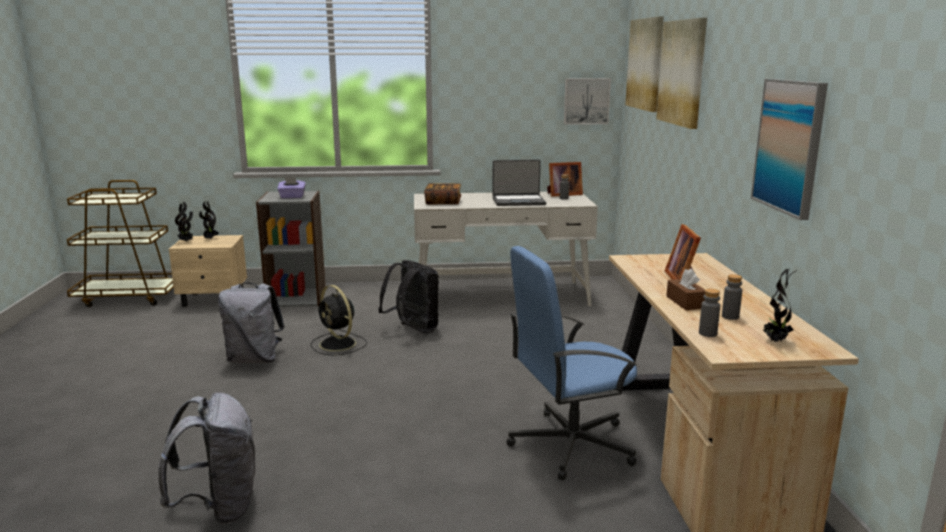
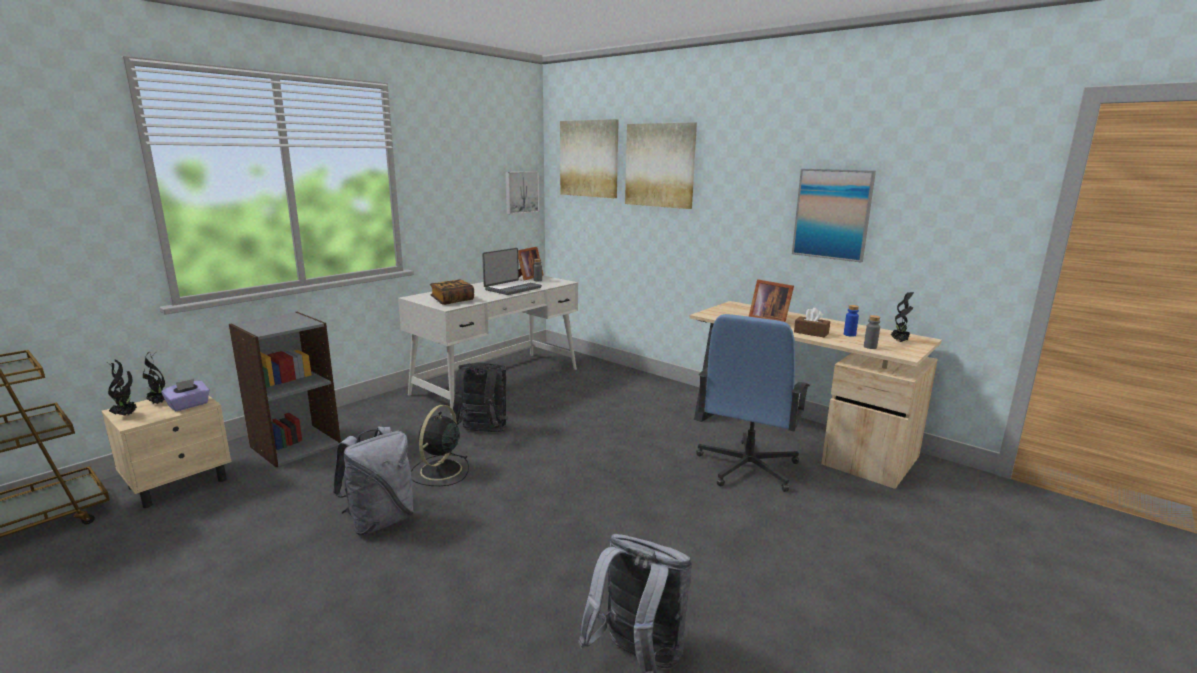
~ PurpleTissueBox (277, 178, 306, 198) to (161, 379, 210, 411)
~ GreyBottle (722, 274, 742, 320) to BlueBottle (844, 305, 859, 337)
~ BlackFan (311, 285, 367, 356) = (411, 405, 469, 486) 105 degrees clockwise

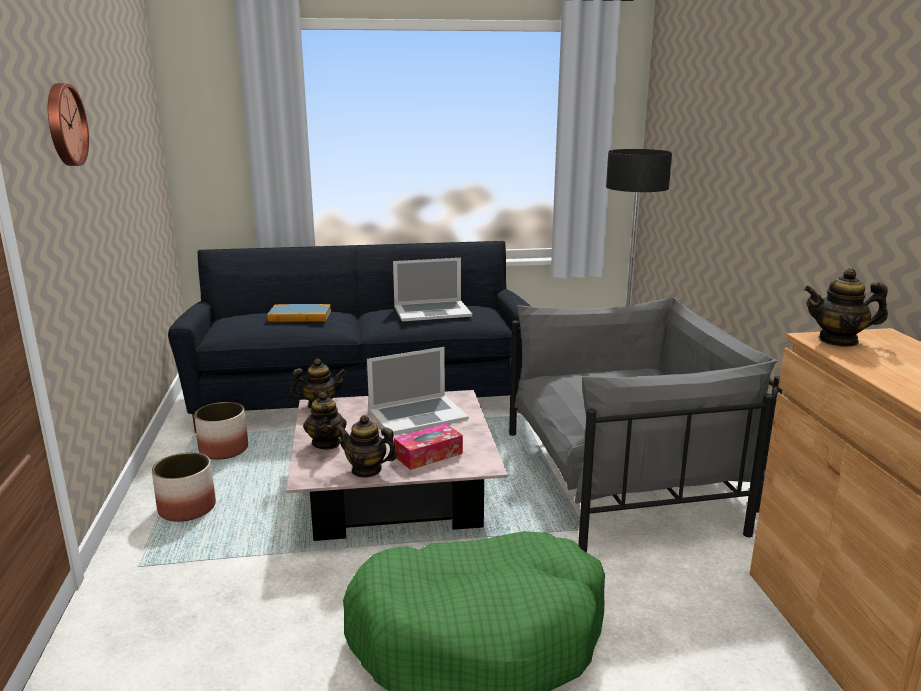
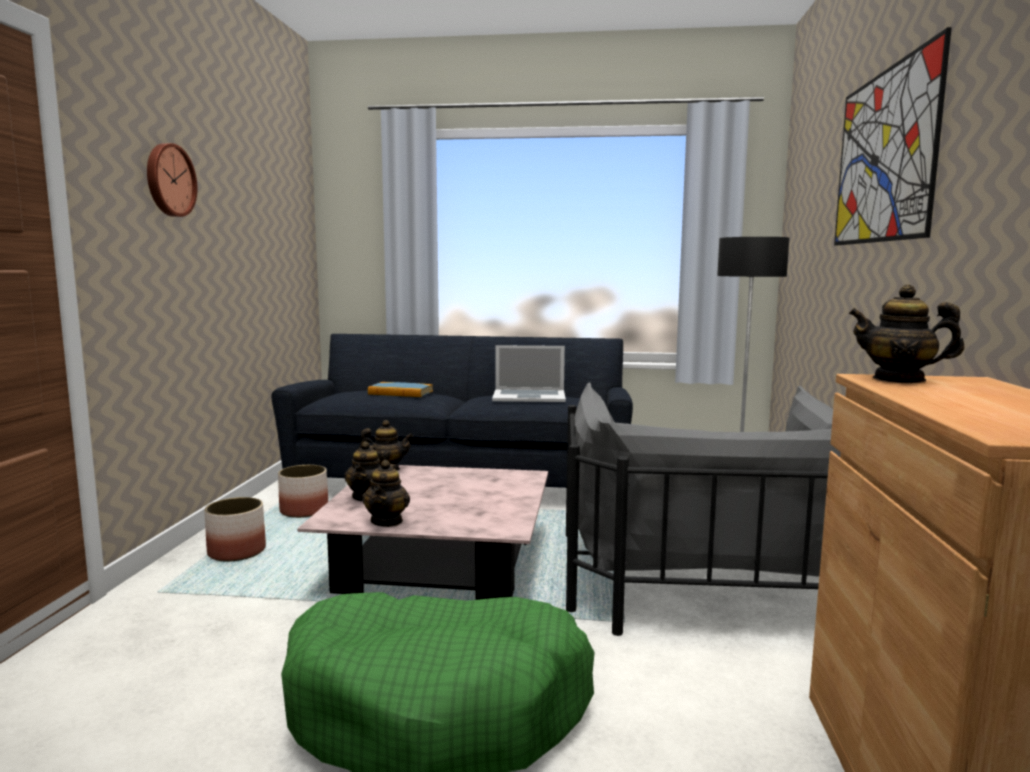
- Laptop (367, 347, 469, 435)
- TissueBox (394, 424, 463, 470)
+ Picture (834, 27, 952, 246)
~ Teapot (335, 415, 397, 478) = (362, 460, 410, 527) 120 degrees counterclockwise
~ GreyArmchair (509, 298, 782, 552) = (566, 382, 841, 636) 90 degrees clockwise

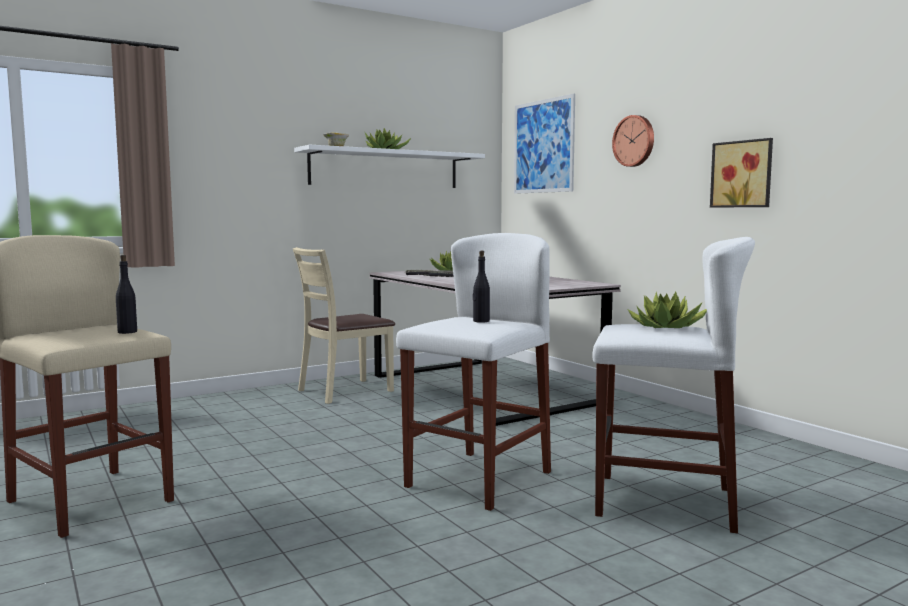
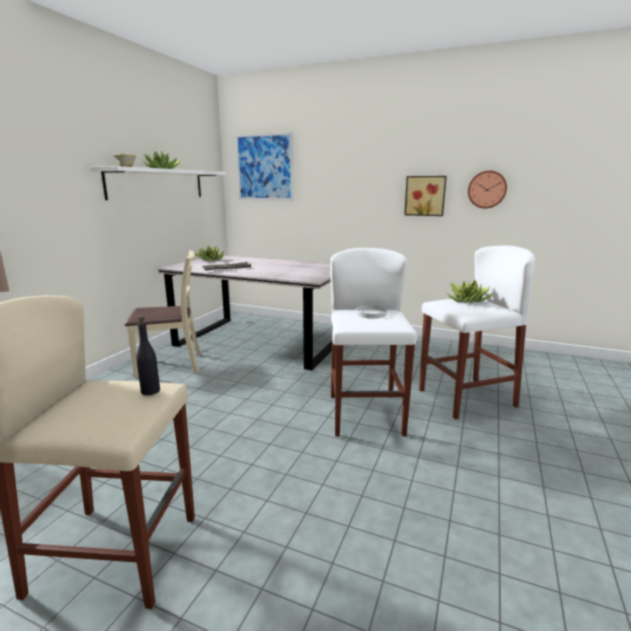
~ WallClock (612, 115, 654, 167) to (468, 171, 507, 208)
~ BlackBottle (473, 251, 490, 323) to WhitePlate (356, 305, 387, 319)
~ BeigeChair (293, 247, 395, 404) = (125, 250, 201, 378) 120 degrees counterclockwise

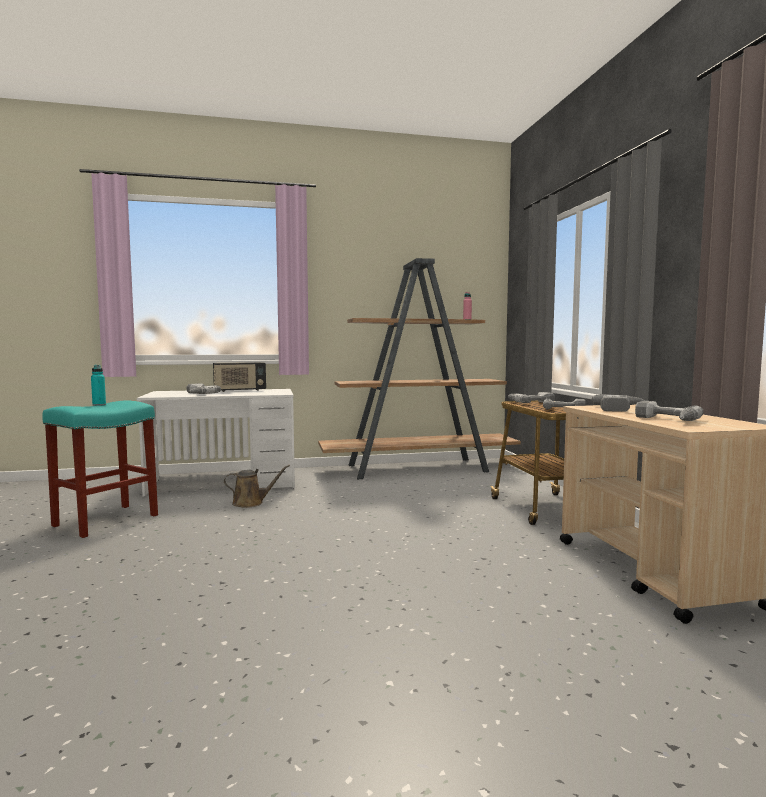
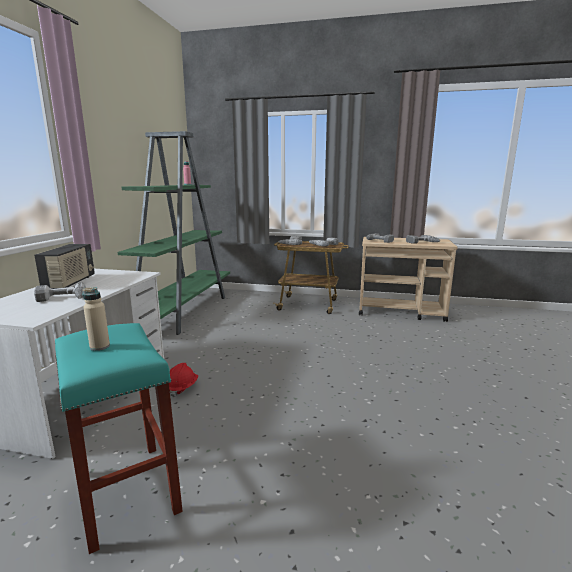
~ BrownWateringCan (224, 465, 290, 508) to RedHardHat (169, 363, 198, 397)
~ TurquoiseBottle (91, 365, 106, 406) to BeigeBottle (83, 287, 110, 351)
~ BrownBookcase (318, 258, 521, 480) to GreenBookcase (117, 131, 230, 335)

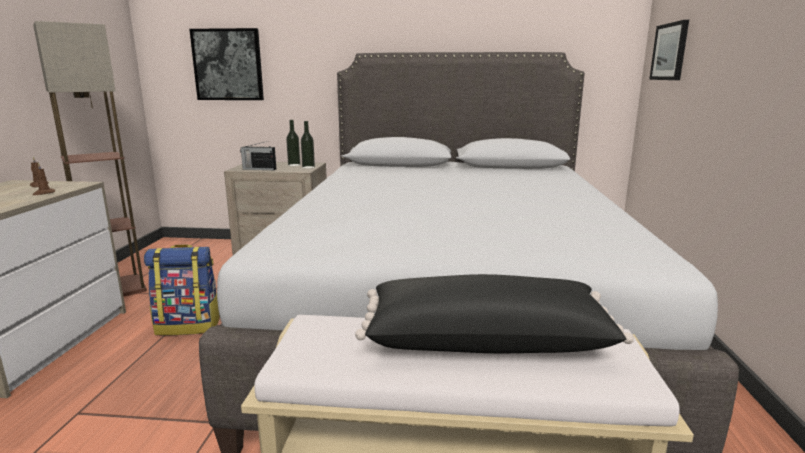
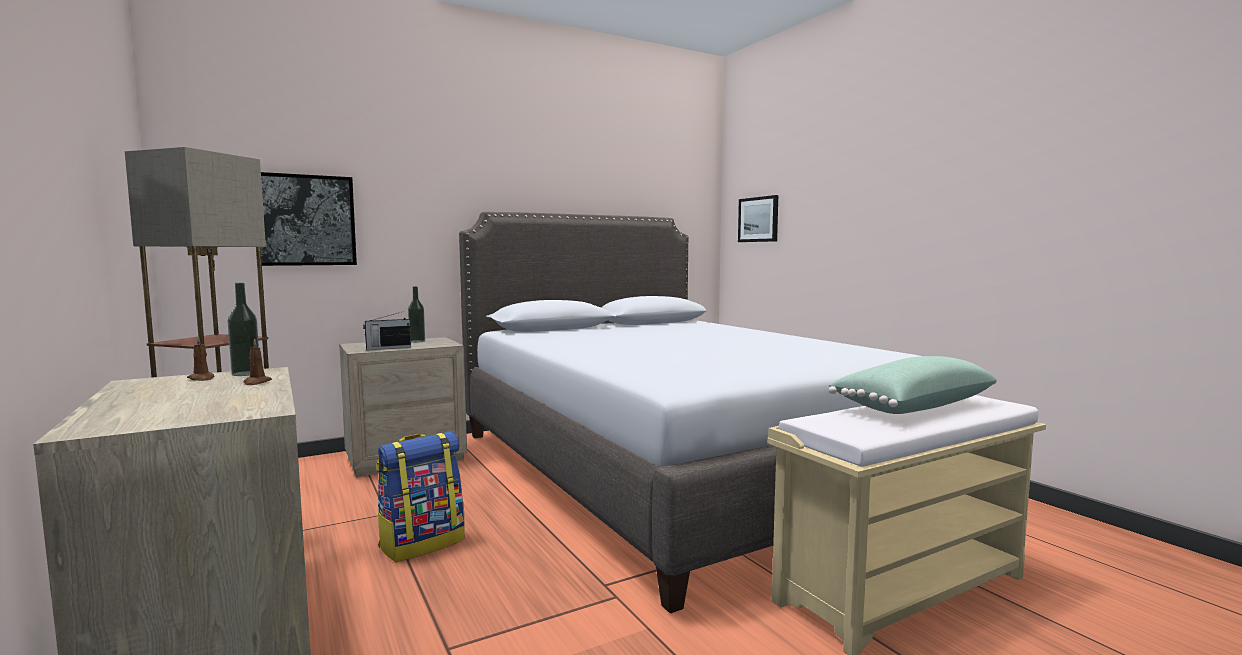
~ Bottle (301, 121, 315, 169) to (228, 283, 259, 376)
~ BlackPillow (355, 274, 634, 353) to GreenPillow (828, 356, 997, 414)

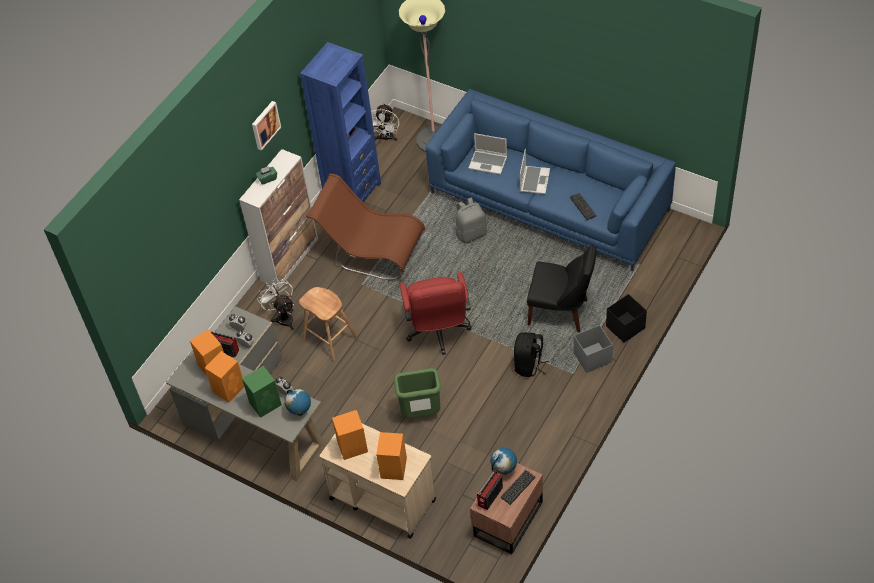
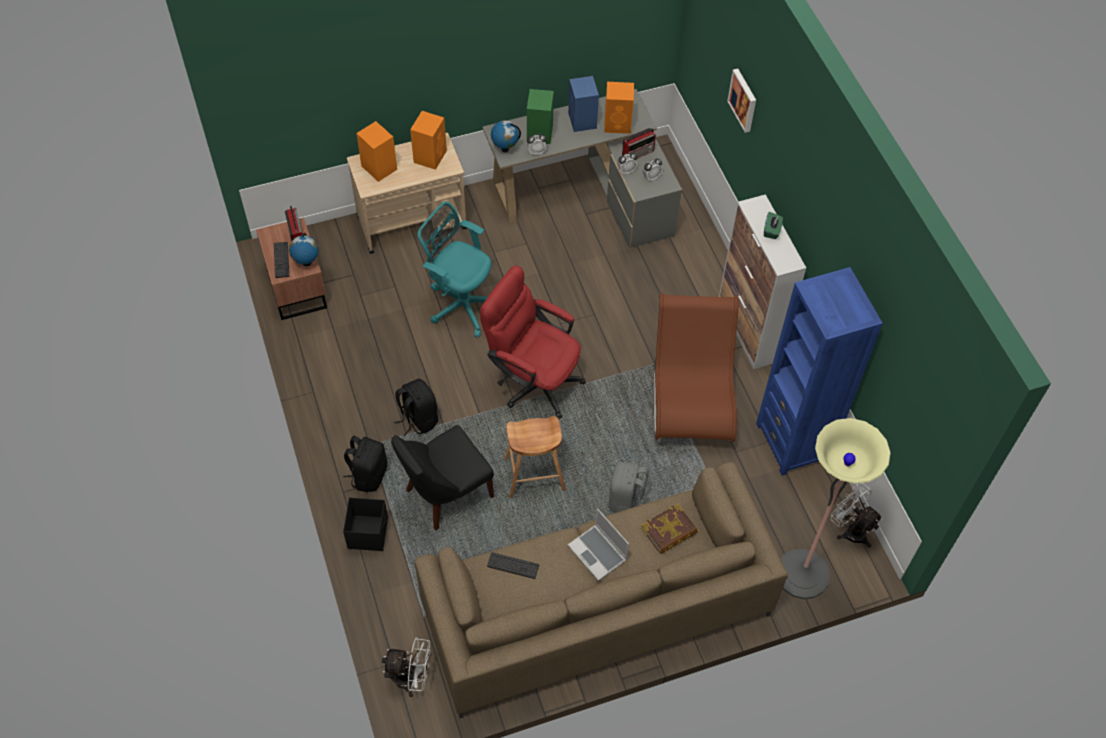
~ Picture (252, 101, 281, 151) to (727, 69, 756, 133)
~ WhiteFan (257, 278, 294, 330) to (382, 637, 431, 697)
~ BrownStool (299, 287, 358, 361) to (504, 416, 566, 498)
~ GreenTrashCan (394, 368, 441, 418) to TurquoiseOfficeChair (418, 201, 492, 337)
~ Laptop (469, 133, 507, 175) to Book (641, 504, 698, 554)
~ GreyStorageBox (574, 325, 613, 373) to BlackBackpack (343, 435, 387, 492)
~ OrangeSpeaker (205, 351, 244, 403) to BlueSpeaker (568, 76, 599, 132)
~ BlueSofa (426, 89, 676, 271) to BrownSofa (415, 462, 788, 718)
~ BrownChair (306, 173, 425, 280) = (653, 293, 739, 443) 60 degrees counterclockwise

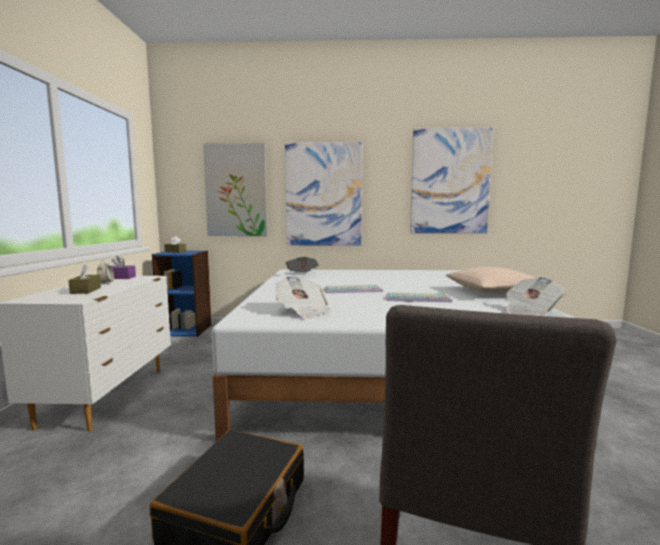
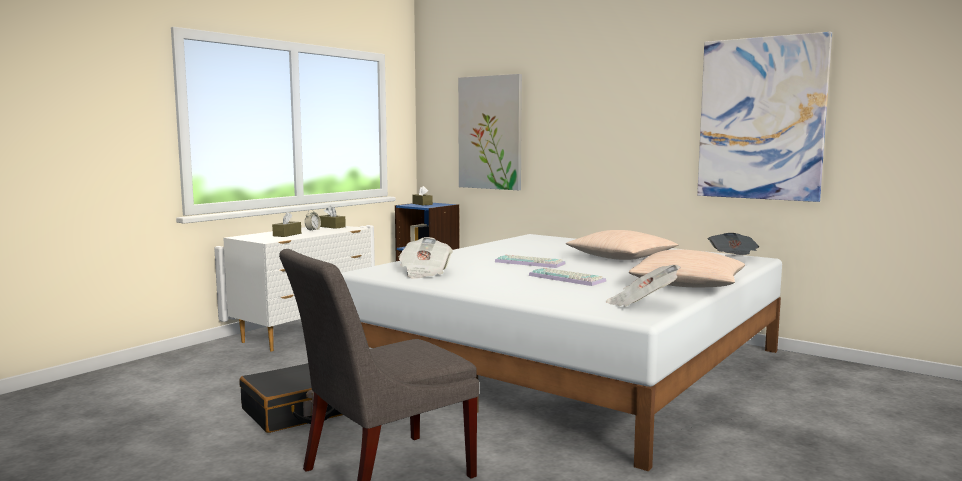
- Picture (285, 142, 363, 246)
+ BeigePillow (566, 230, 678, 260)
~ Newspaper (285, 257, 319, 272) to (708, 233, 759, 255)
~ PurpleTissueBox (109, 256, 136, 279) to BrownTissueBox (319, 206, 346, 229)

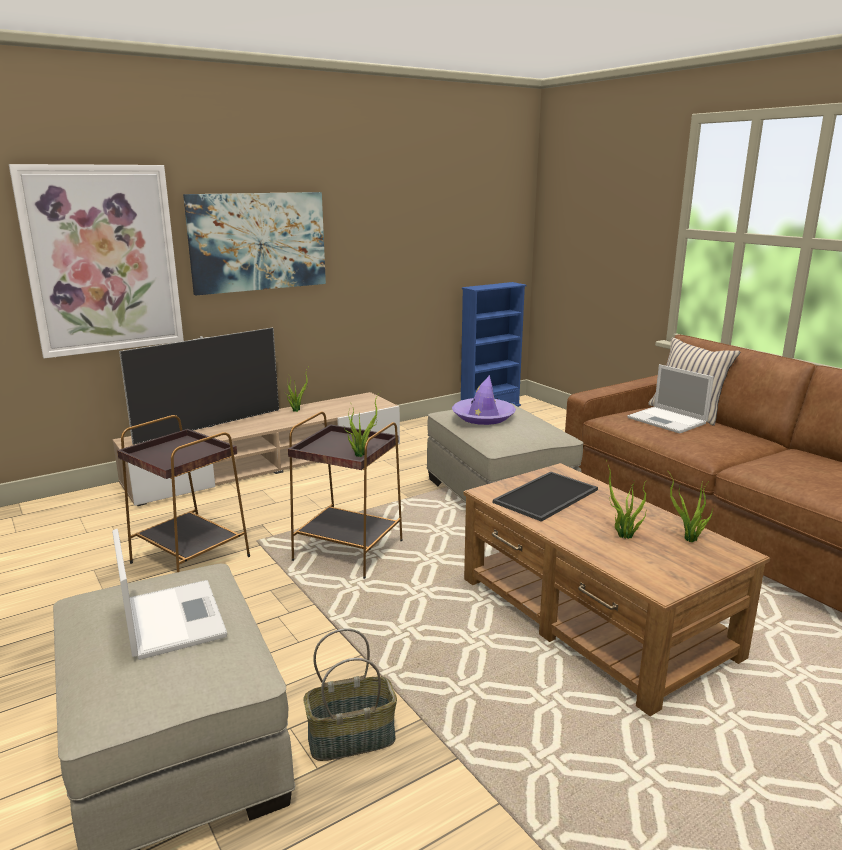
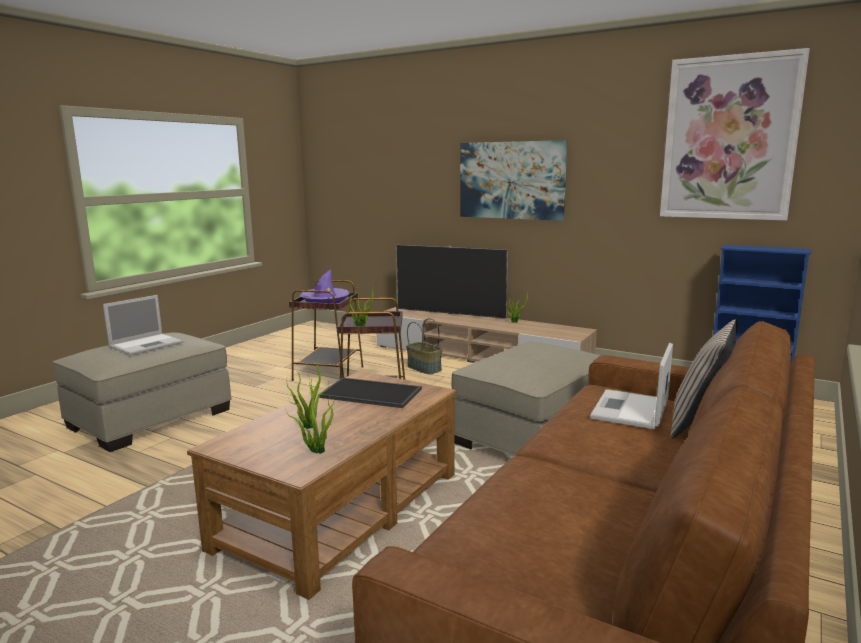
~ Picture (9, 164, 184, 358) to (660, 48, 810, 221)
~ Basket (303, 628, 397, 761) to (406, 318, 442, 374)
~ PurpleHat (452, 375, 516, 425) to (300, 269, 350, 303)

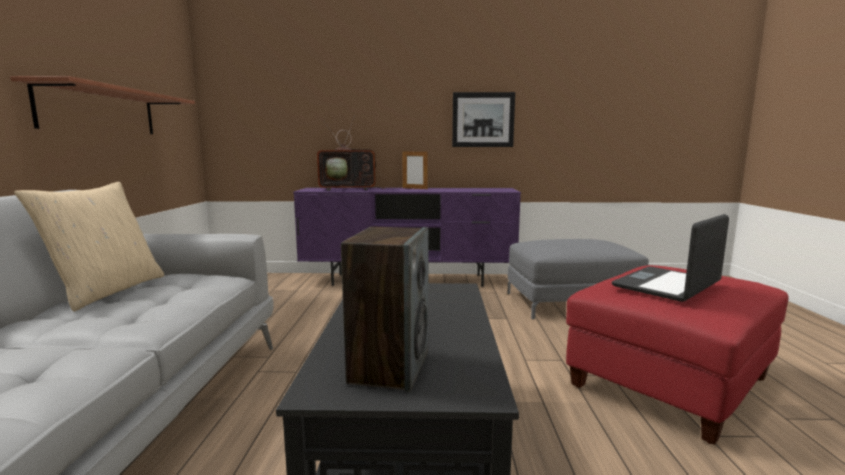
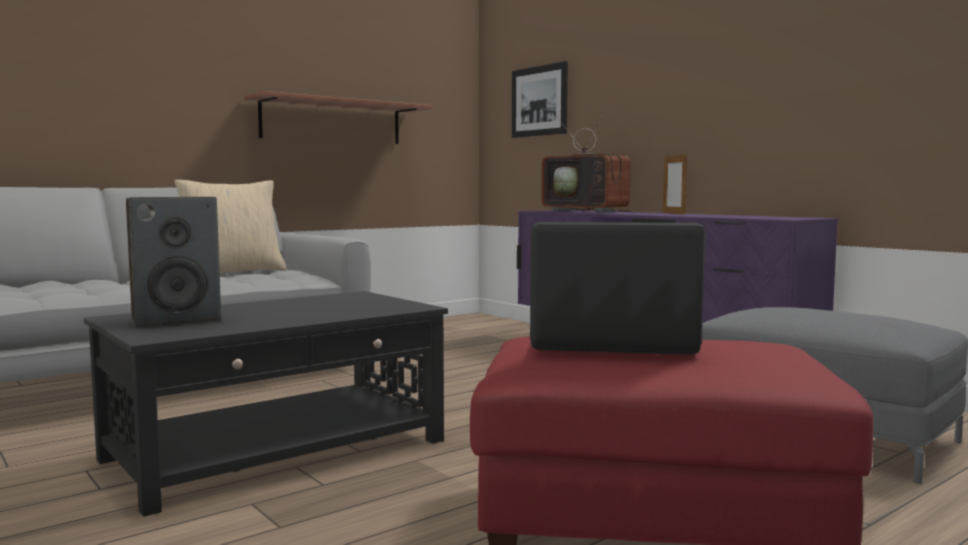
~ Picture (452, 92, 515, 147) to (512, 61, 568, 138)

